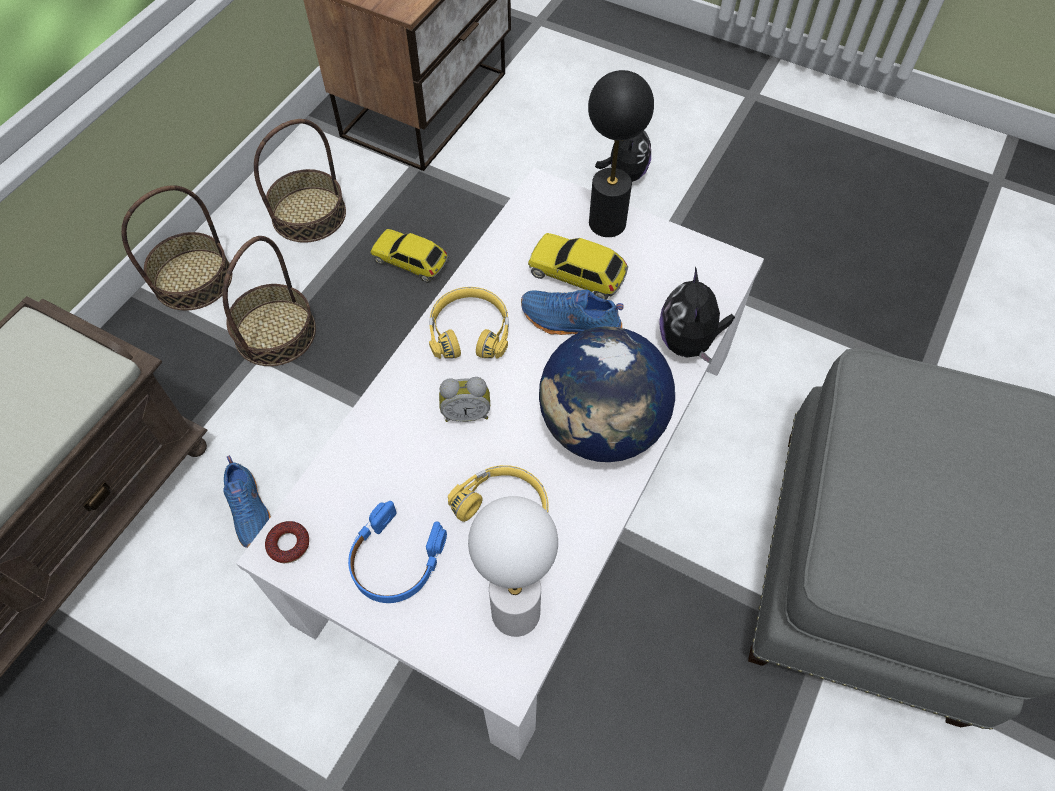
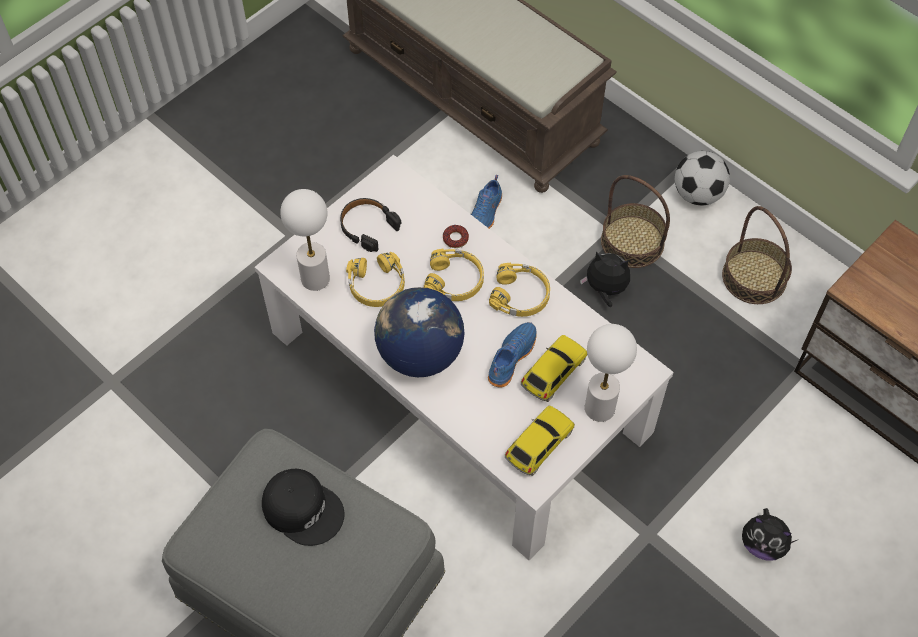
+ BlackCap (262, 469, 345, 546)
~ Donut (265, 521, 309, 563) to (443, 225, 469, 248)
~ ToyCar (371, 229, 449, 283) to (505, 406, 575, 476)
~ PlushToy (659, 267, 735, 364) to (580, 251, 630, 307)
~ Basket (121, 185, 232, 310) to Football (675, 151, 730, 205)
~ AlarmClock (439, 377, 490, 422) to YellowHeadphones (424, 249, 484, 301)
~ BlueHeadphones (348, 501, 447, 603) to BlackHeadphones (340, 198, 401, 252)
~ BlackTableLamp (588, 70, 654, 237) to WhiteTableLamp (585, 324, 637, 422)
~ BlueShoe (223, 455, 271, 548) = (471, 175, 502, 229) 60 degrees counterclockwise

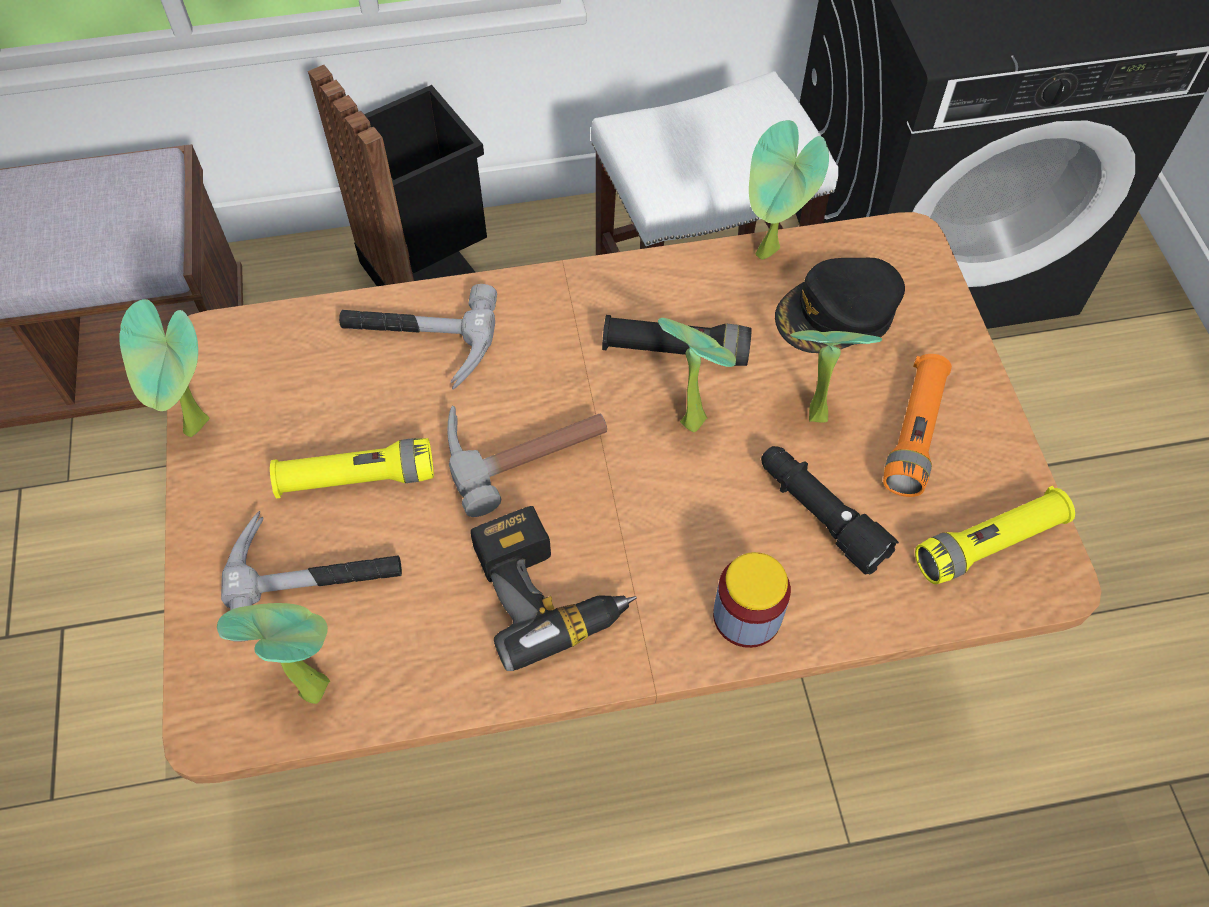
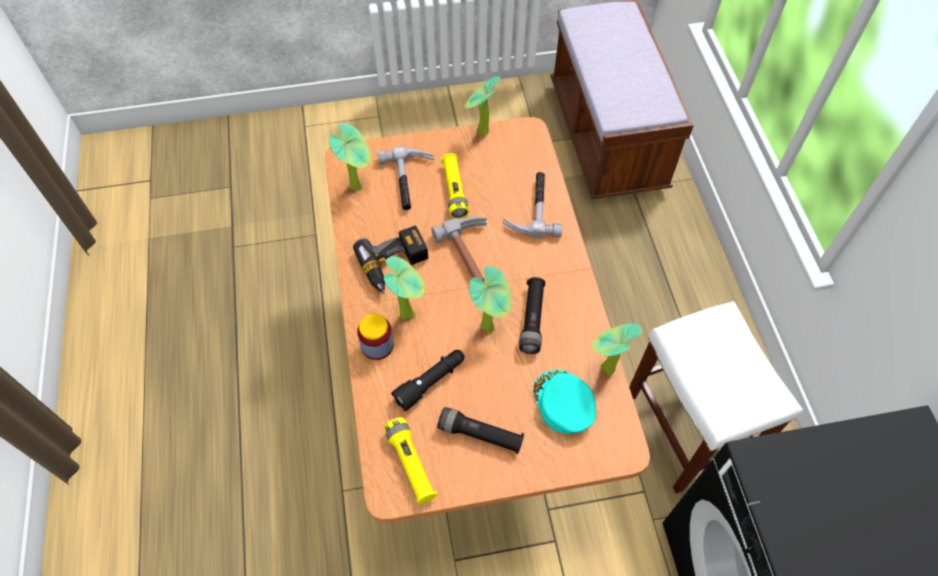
- BlackTrashCan (308, 65, 487, 286)
~ PottedPlant (790, 330, 882, 423) to (384, 256, 425, 319)
~ BlackCap (775, 258, 905, 353) to TurquoiseCap (533, 370, 596, 434)
~ OrangeFlashlight (883, 354, 952, 497) to BlackFlashlight (437, 407, 524, 454)

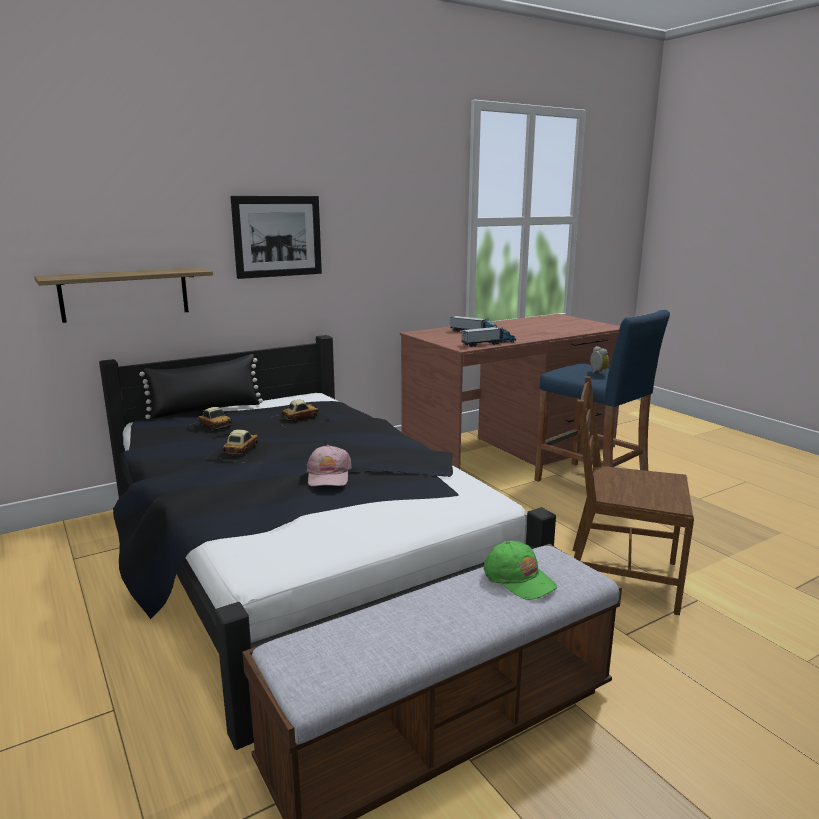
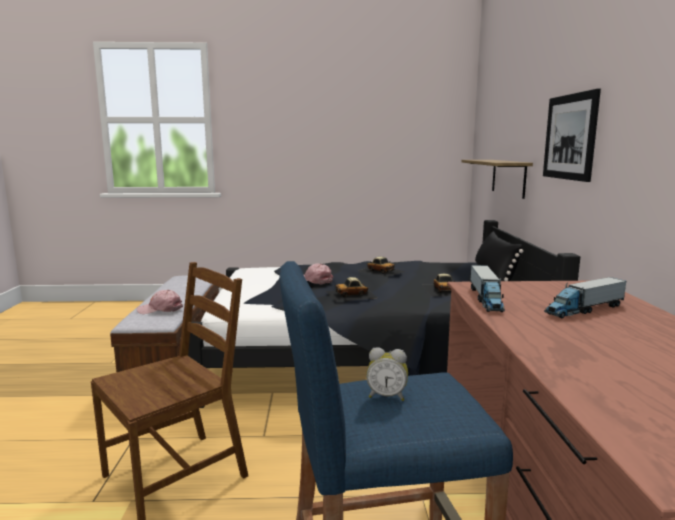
~ ToyCar (186, 407, 249, 438) to (326, 277, 377, 302)
~ GreenCap (484, 541, 557, 600) to PinkCap (137, 290, 183, 314)

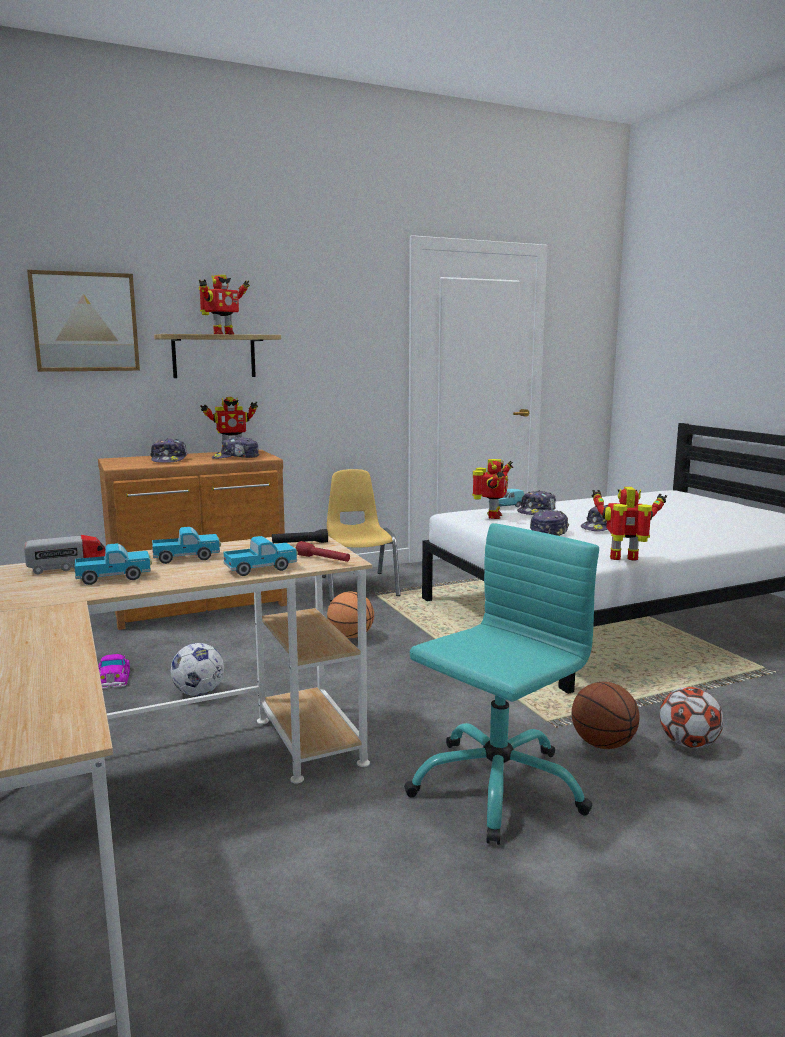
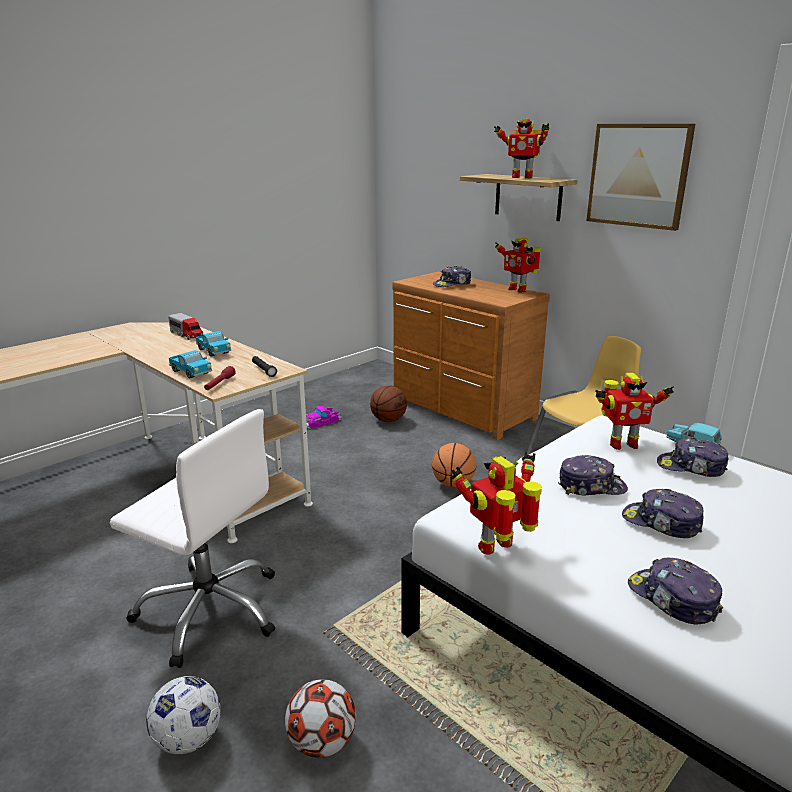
- ToyTruck (75, 543, 152, 585)
~ Picture (27, 270, 140, 372) to (587, 124, 695, 231)
~ Football (171, 643, 224, 696) to (146, 676, 221, 754)
~ Cap (212, 437, 260, 459) to (628, 558, 723, 624)
~ Basketball (572, 682, 640, 749) to (370, 385, 407, 422)
~ TurquoiseOfficeChair (404, 523, 599, 845) to WhiteOfficeChair (110, 409, 275, 668)
~ ToyRobot (591, 487, 667, 560) = (450, 452, 542, 555) 105 degrees counterclockwise

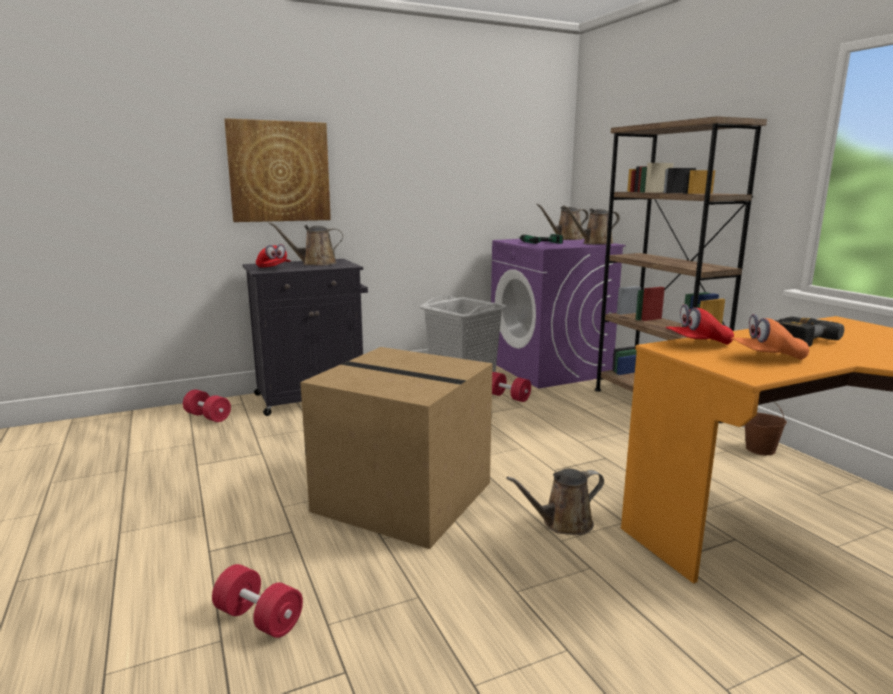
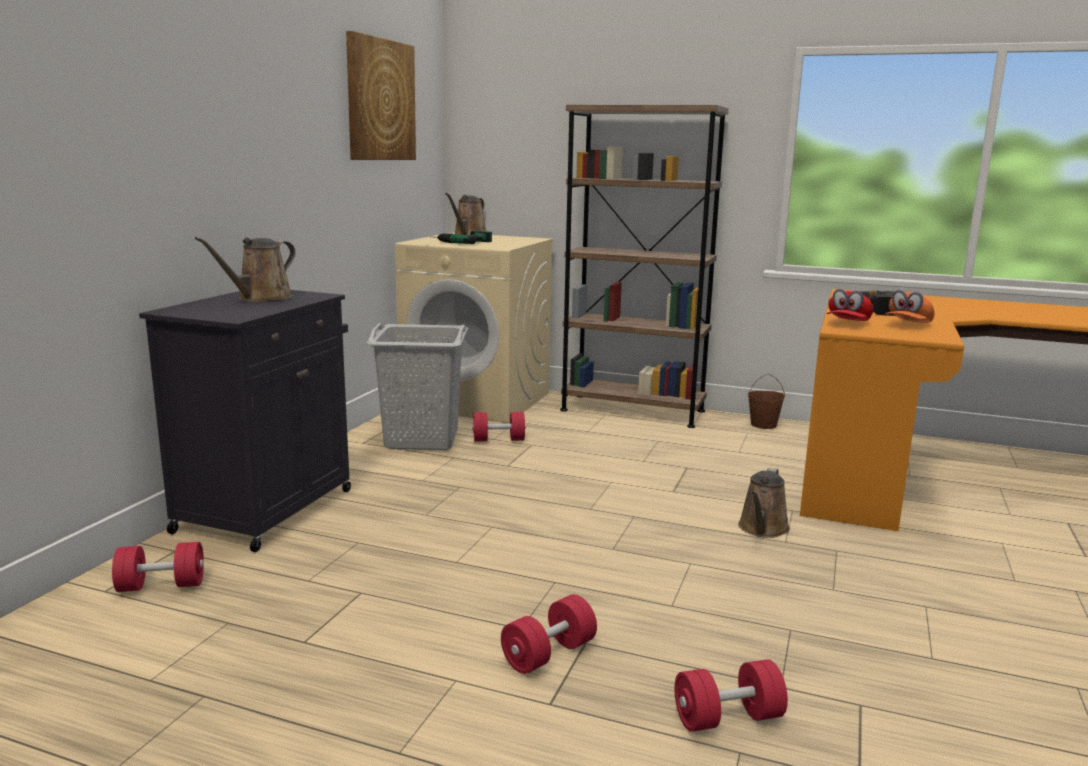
- RedCap (256, 244, 291, 267)
- CardboardBox (300, 347, 493, 549)
- BrownWateringCan (563, 206, 620, 245)
+ RedDumbbell (501, 594, 597, 674)
~ Picture (224, 118, 331, 222) to (346, 31, 416, 160)
~ PurpleWashingMachine (491, 239, 626, 389) to BeigeWashingMachine (395, 233, 553, 423)

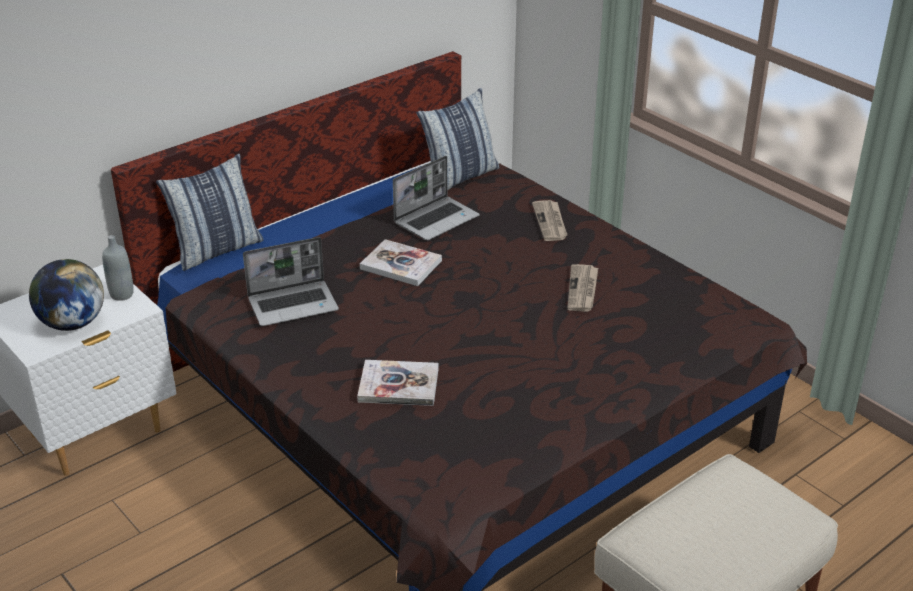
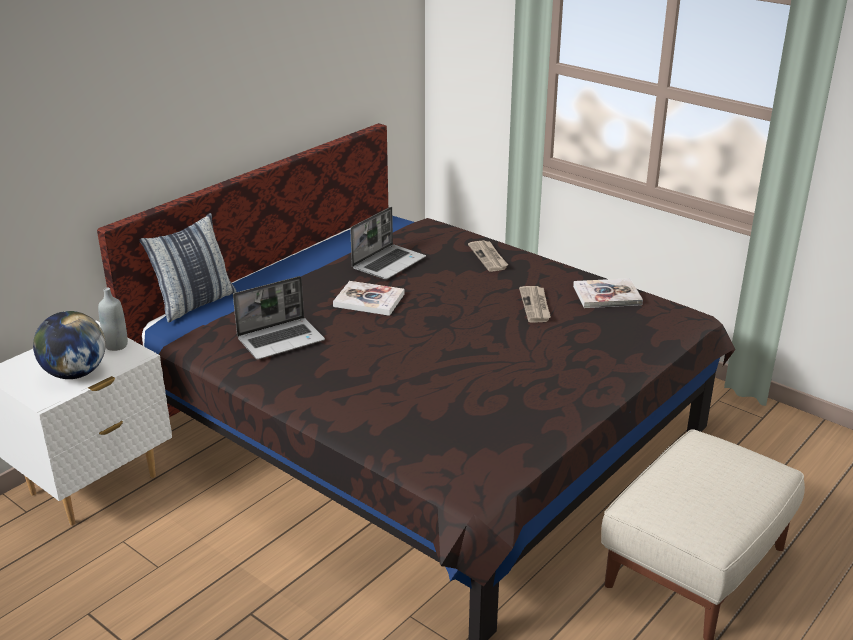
- Pillow (417, 88, 499, 190)
~ Book (357, 360, 439, 406) to (573, 278, 643, 308)

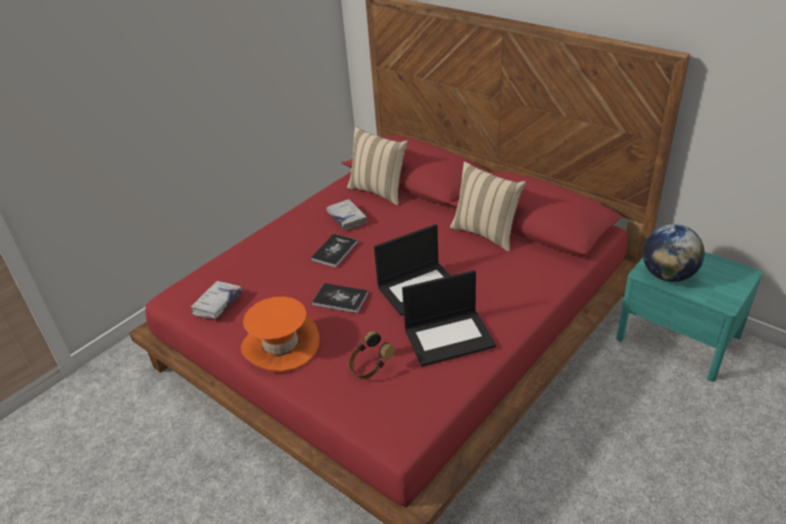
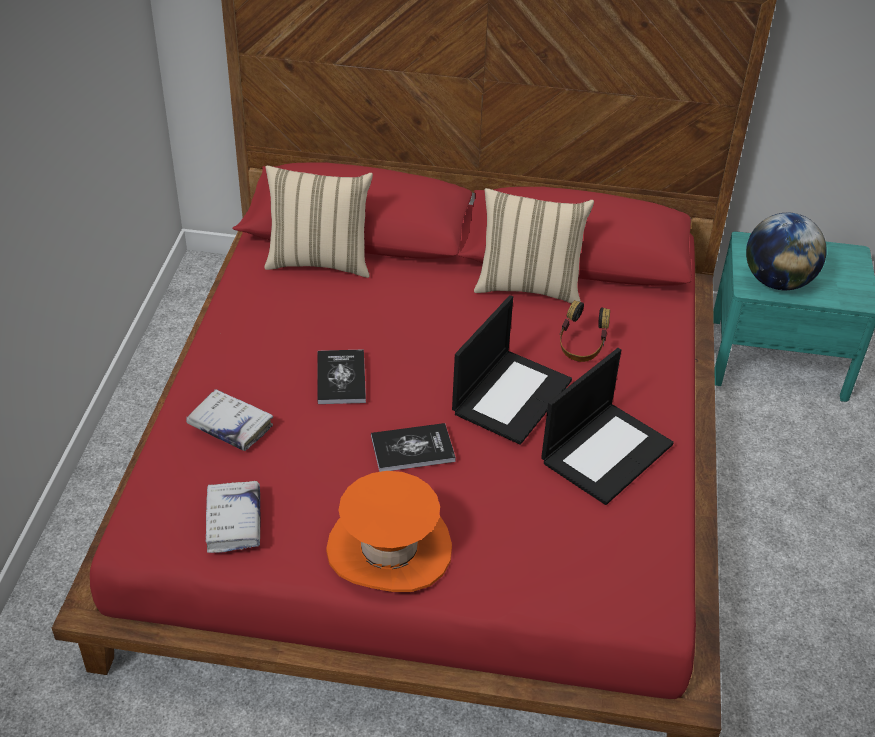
~ WhiteBook (326, 199, 367, 230) to (186, 389, 273, 451)
~ Headphones (348, 331, 395, 379) to (560, 300, 610, 362)

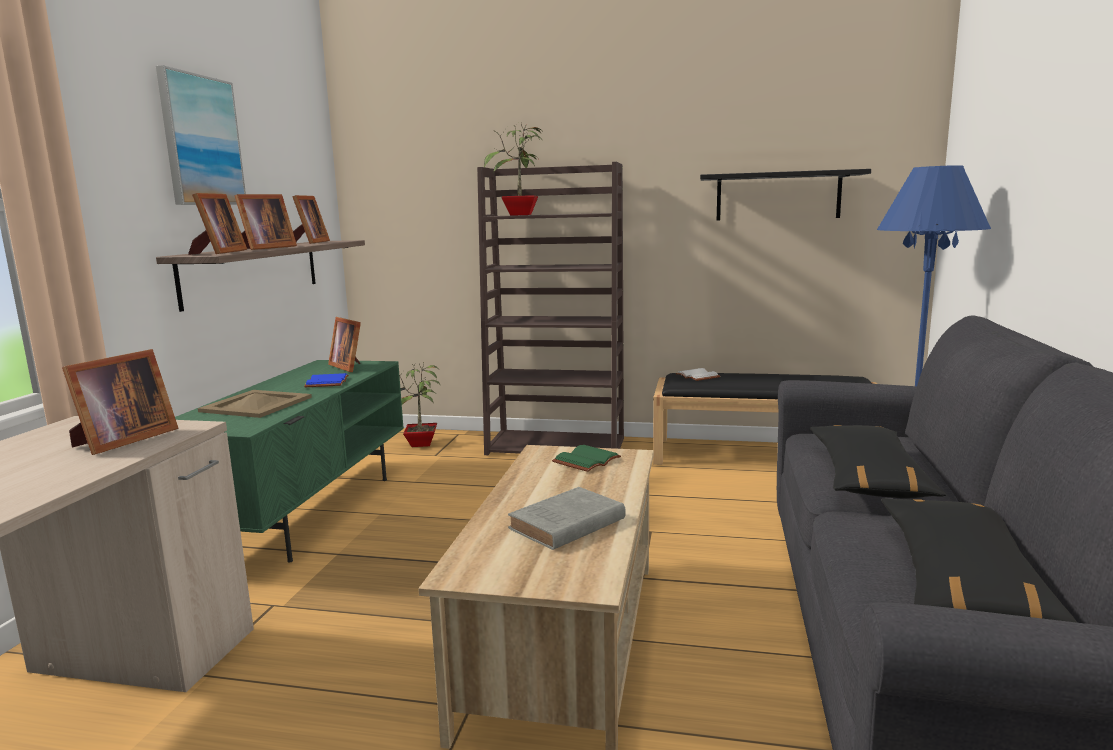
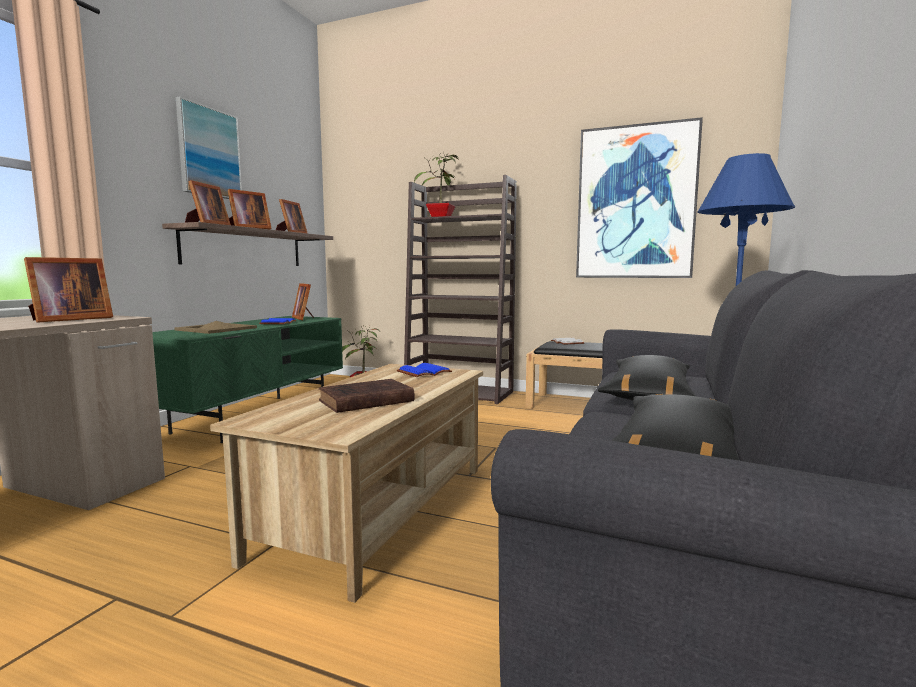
~ BlackShelf (700, 169, 871, 221) to Picture (576, 117, 703, 278)
~ GreyBook (508, 487, 626, 550) to BrownBook (319, 379, 415, 413)
~ GreenBook (552, 445, 621, 472) to BlueBook (397, 363, 452, 377)

